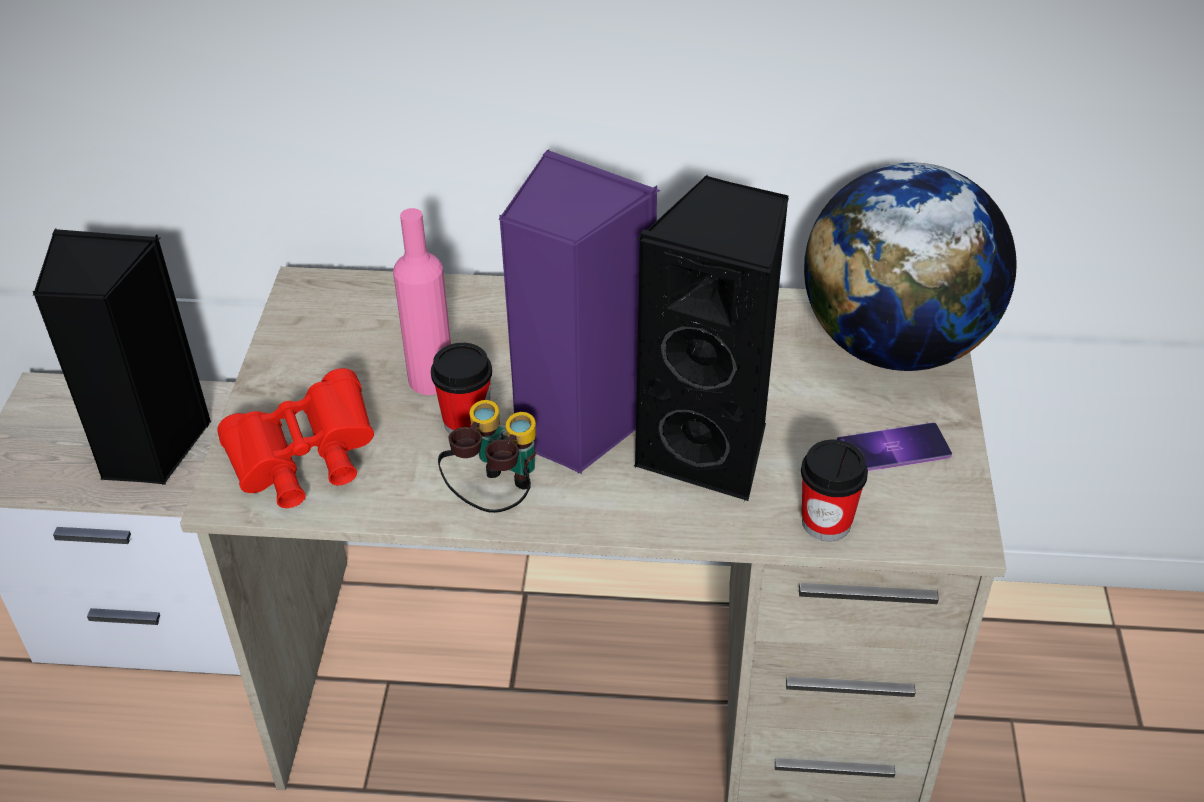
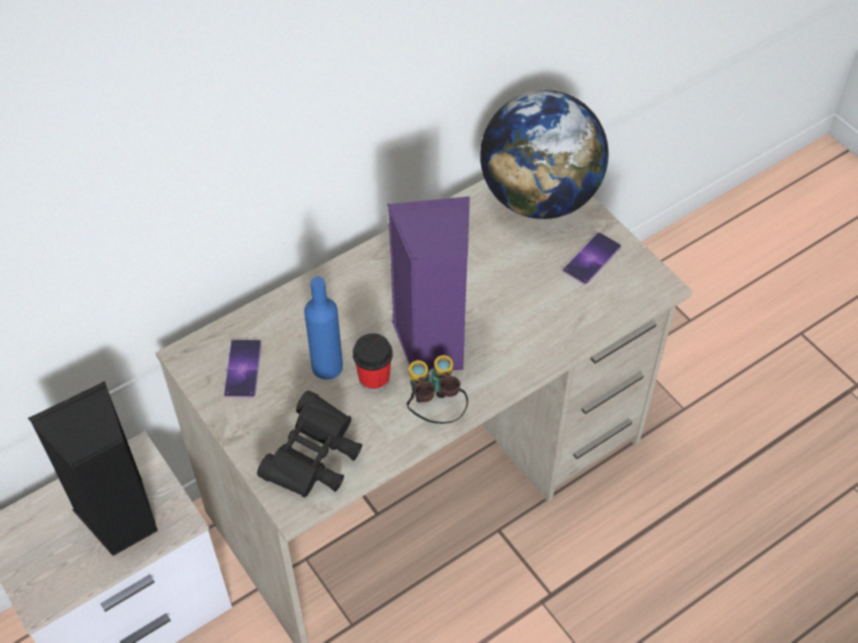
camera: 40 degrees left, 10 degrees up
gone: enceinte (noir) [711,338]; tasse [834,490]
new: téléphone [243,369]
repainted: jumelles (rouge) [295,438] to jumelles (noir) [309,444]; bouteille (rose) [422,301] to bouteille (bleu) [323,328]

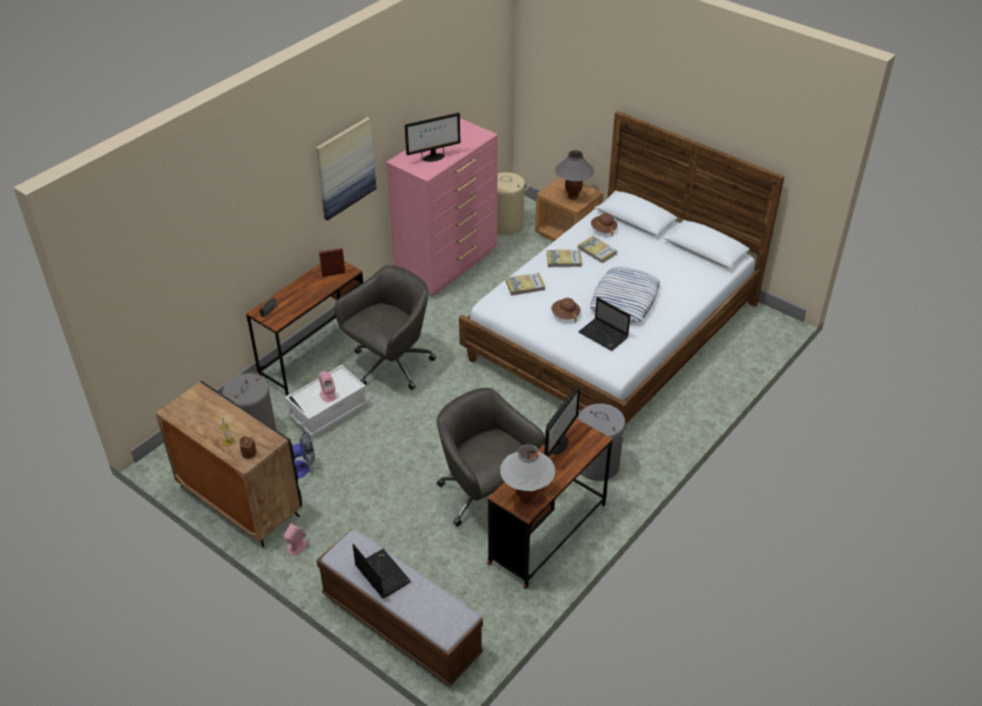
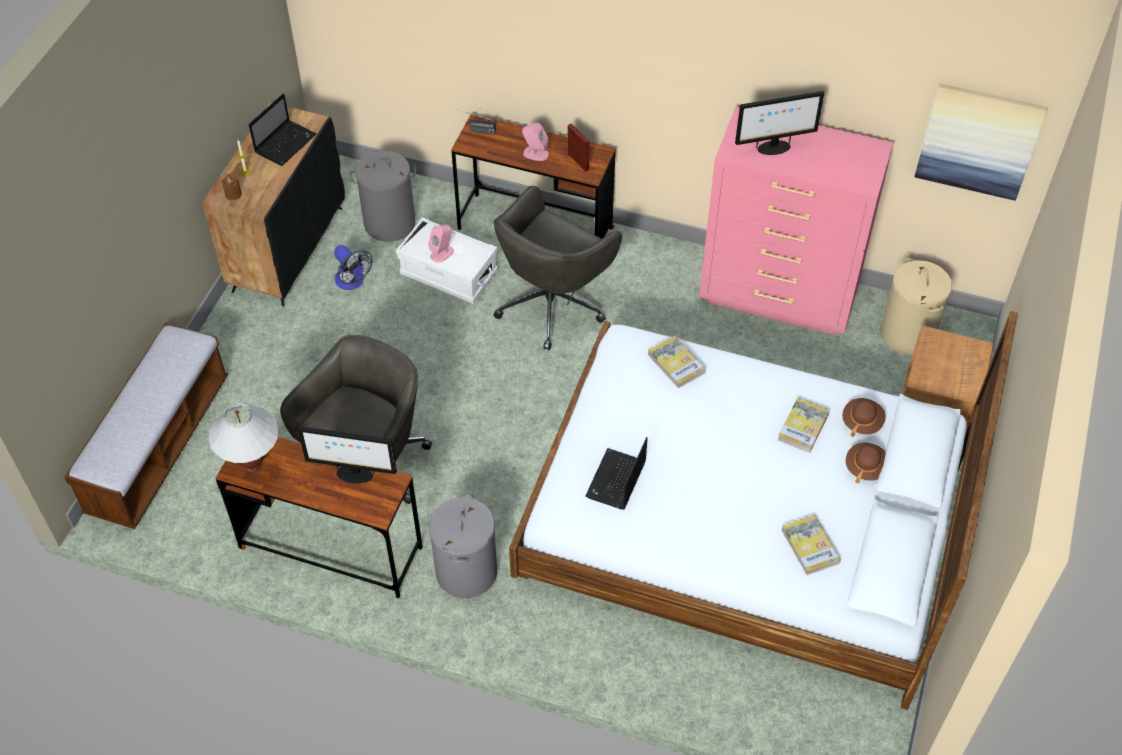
camera: 70 degrees right, 10 degrees up
gone: lampe de table (gris) [574,174]; coussin [625,295]
shifted: ordinateur portable [382,571] to [283,129]; enceinte (rose) [295,539] to [535,142]; livre [564,258] to [811,545]; chapeau (marron) [566,310] to [866,463]; tableau [346,169] to [981,142]
rotated: chaise de bureau (gris) [385,327] = [557,268] 105 degrees clockwise; écran d'ordinateur [433,137] = [779,123] 60 degrees counterclockwise

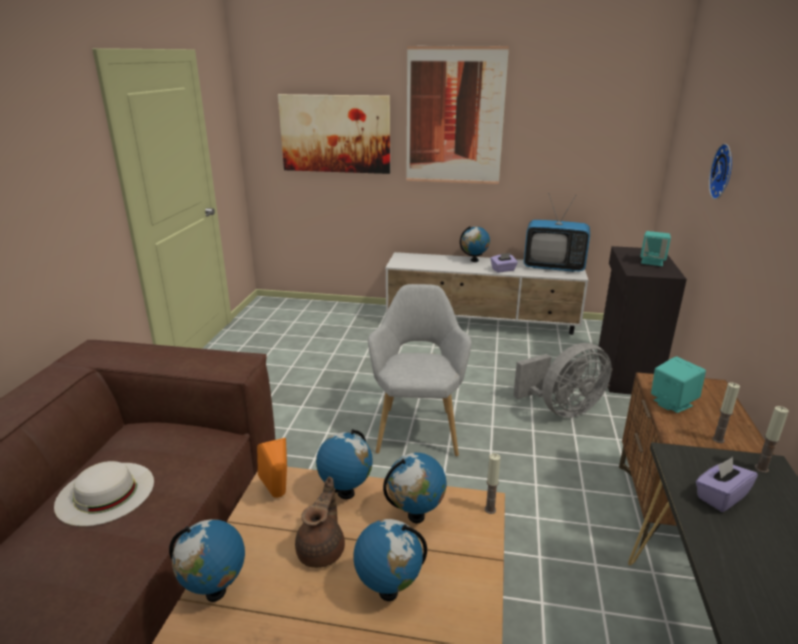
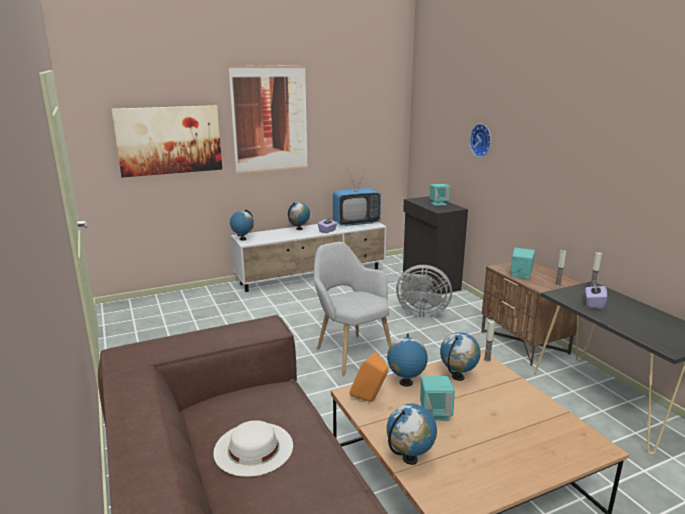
camera: 35 degrees left, 5 degrees down
shifted: globe [390,560] to [242,225]
swapped: théière (marron) [320,522] to enceinte (turquoise) [437,398]
rotated: ventilateur (gris) [562,380] = [424,291] 75 degrees clockwise

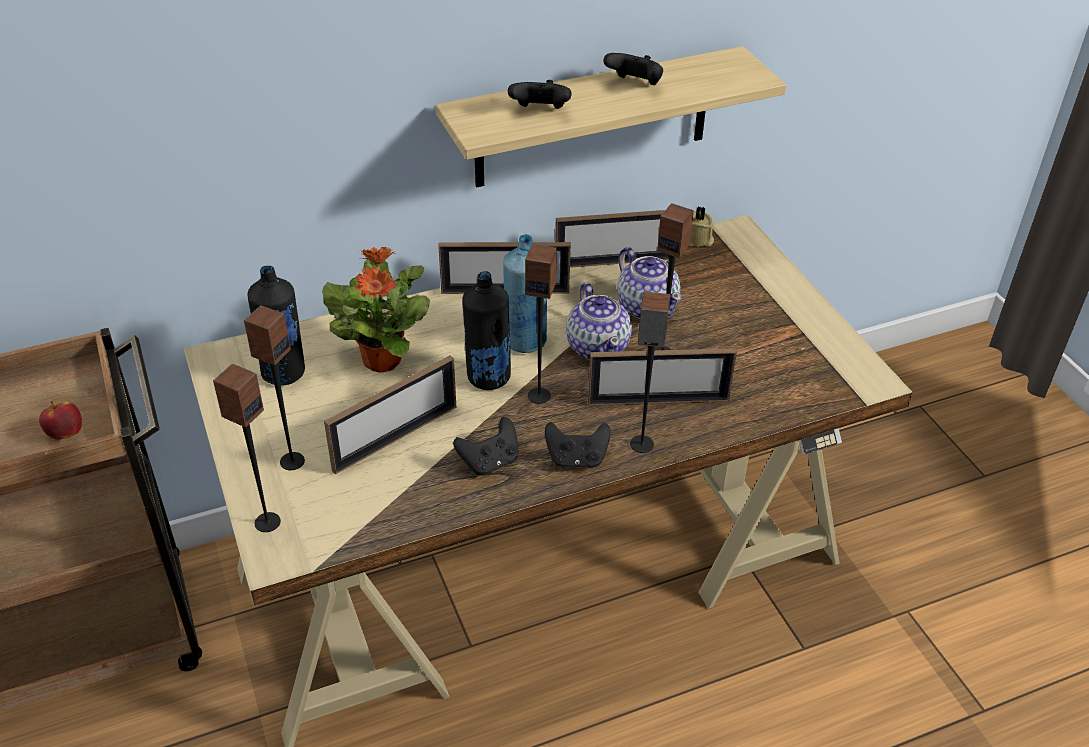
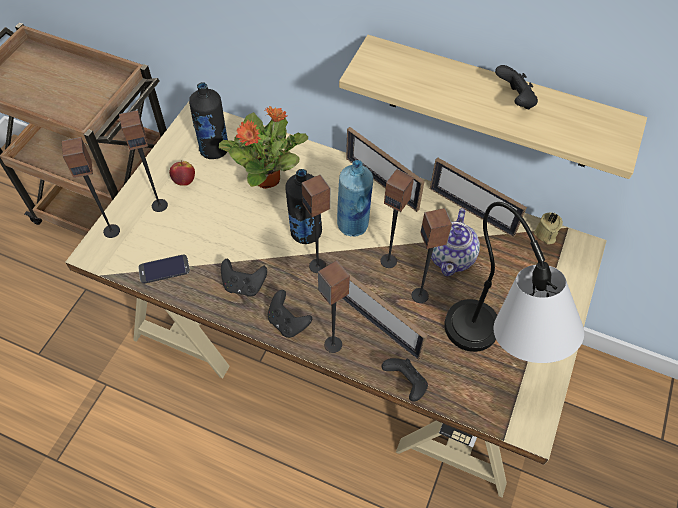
camera: 45 degrees right, 15 degrees up
gone: cadre photo [390,414]
new: téléphone [164,269]; lampe de table [514,282]
shifted: pomme [60,420] to [182,173]; manette (noir) [539,94] to [404,380]
swapped: théière [599,321] to enceinte [397,218]

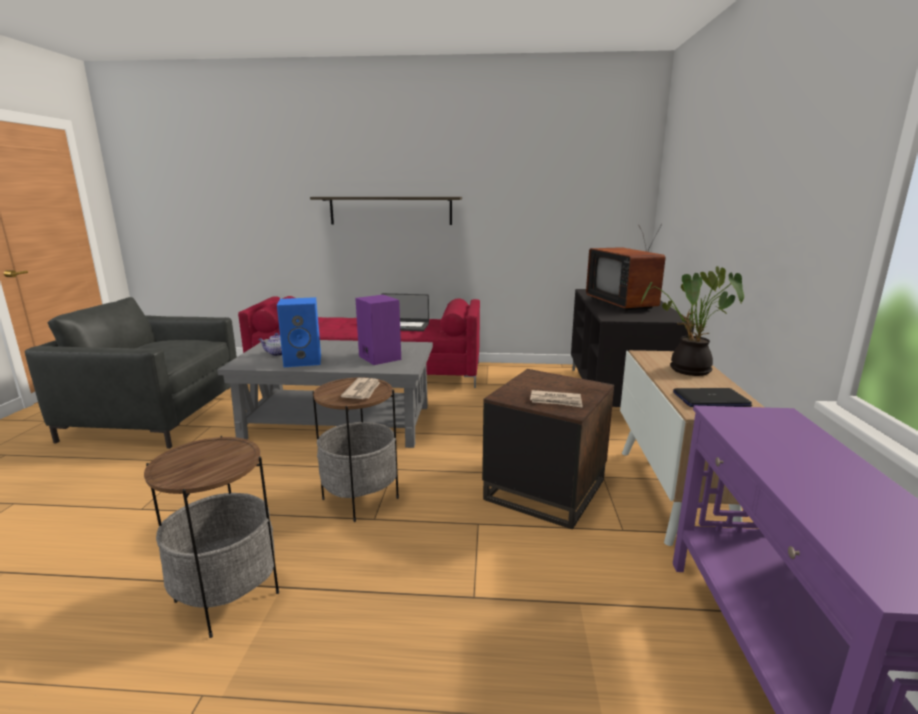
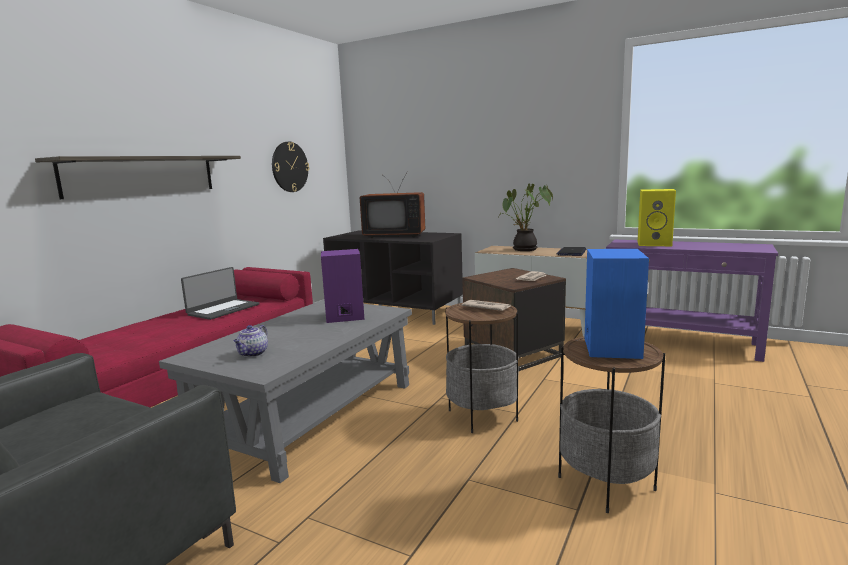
camera: 65 degrees left, 5 degrees down
new: horloge murale [290,167]; enceinte (jaune) [657,217]
shifted: enceinte (bleu) [299,332] to [617,304]

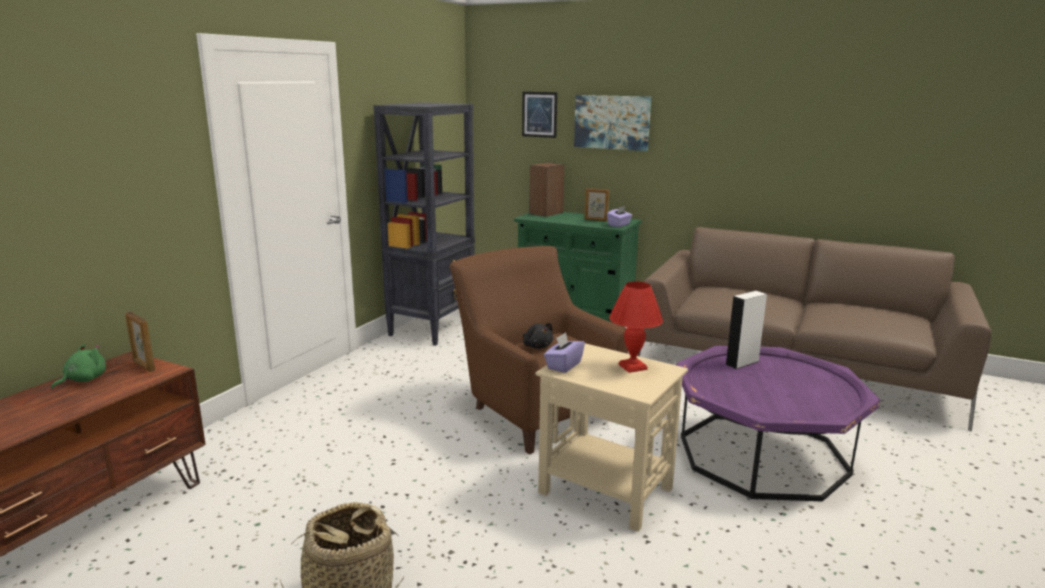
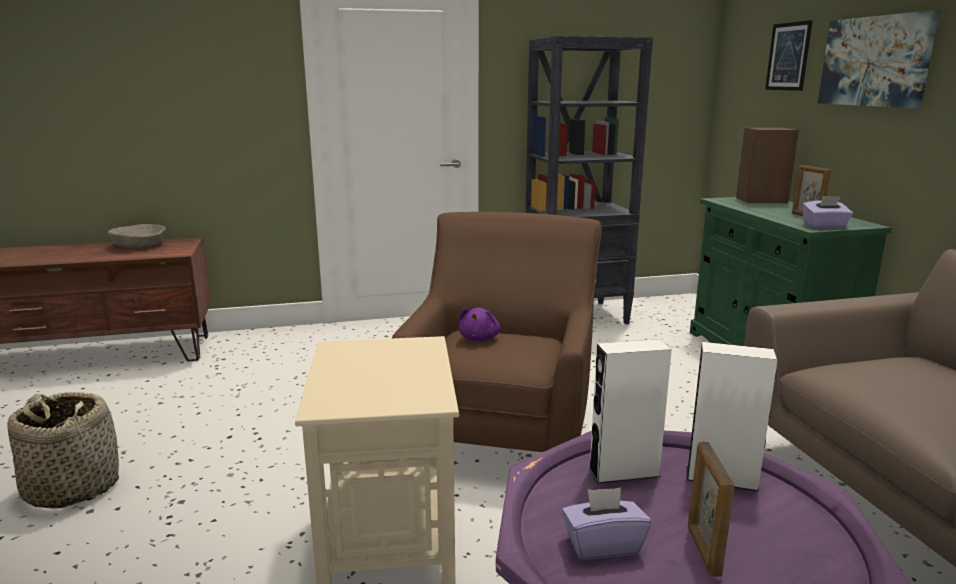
camera: 50 degrees right, 0 degrees up
gone: lampe de table (rouge) [636,327]
new: enceinte (blanc) [630,411]
shifted: boîte à mouchoirs (violet) [564,352] to [606,523]; cadre photo [140,342] to [711,509]
swapped: peluche (vert) [78,366] to bol (beige) [137,236]
repainted: peluche (noir) [538,336] to peluche (violet) [480,324]

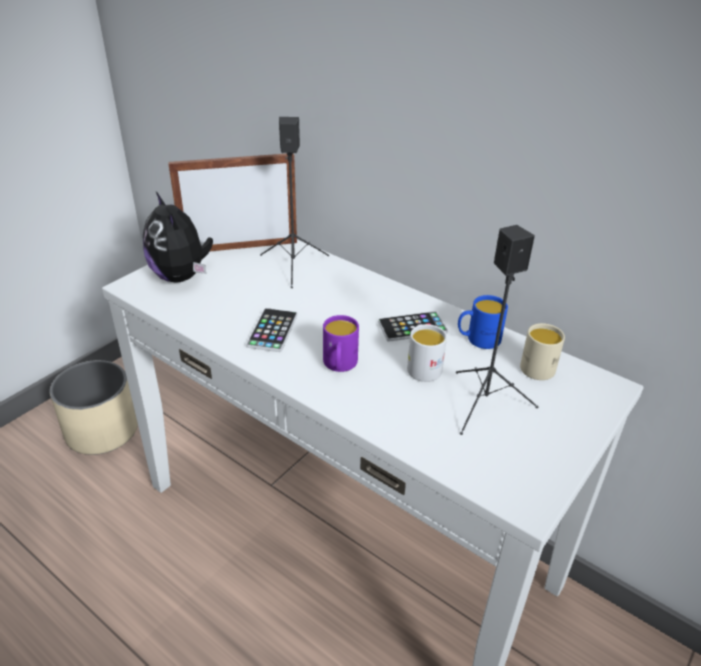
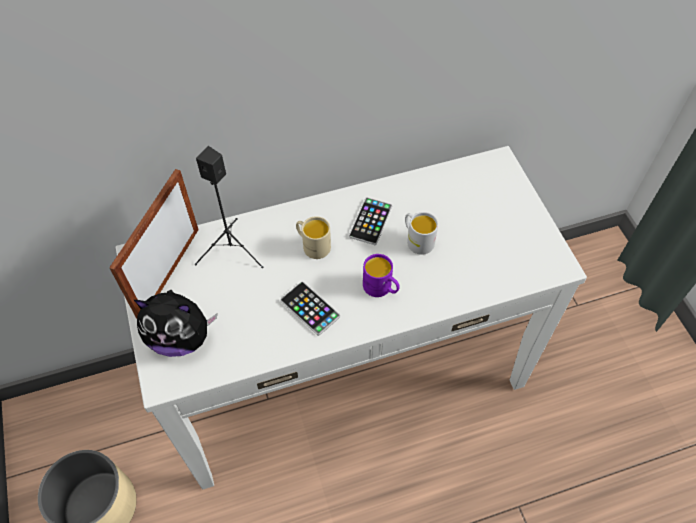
camera: 55 degrees left, 20 degrees up
gone: enceinte (noir) [497,330]; mug (bleu) [483,322]
shifted: mug (beige) [542,351] to [313,237]

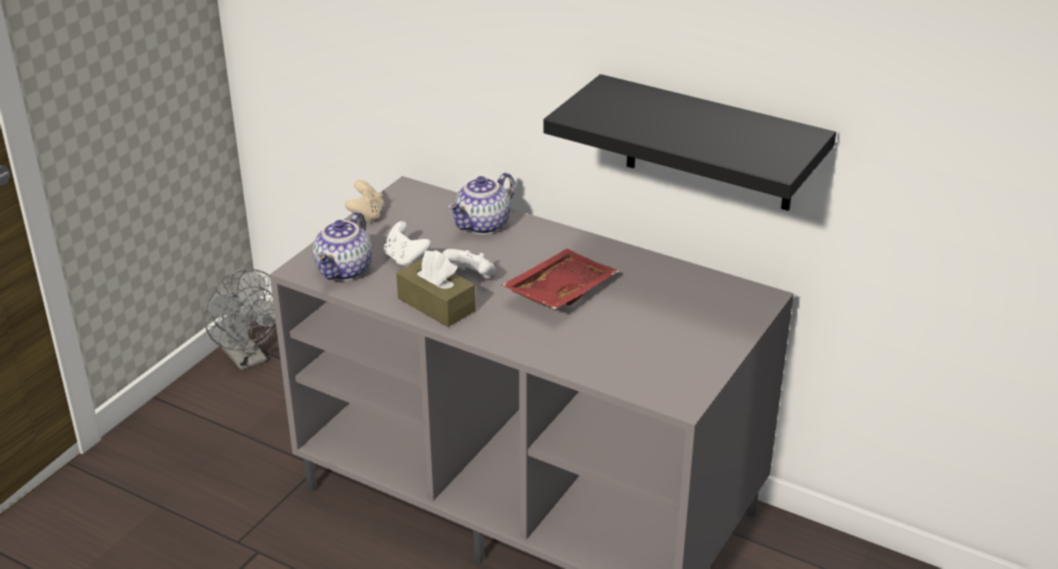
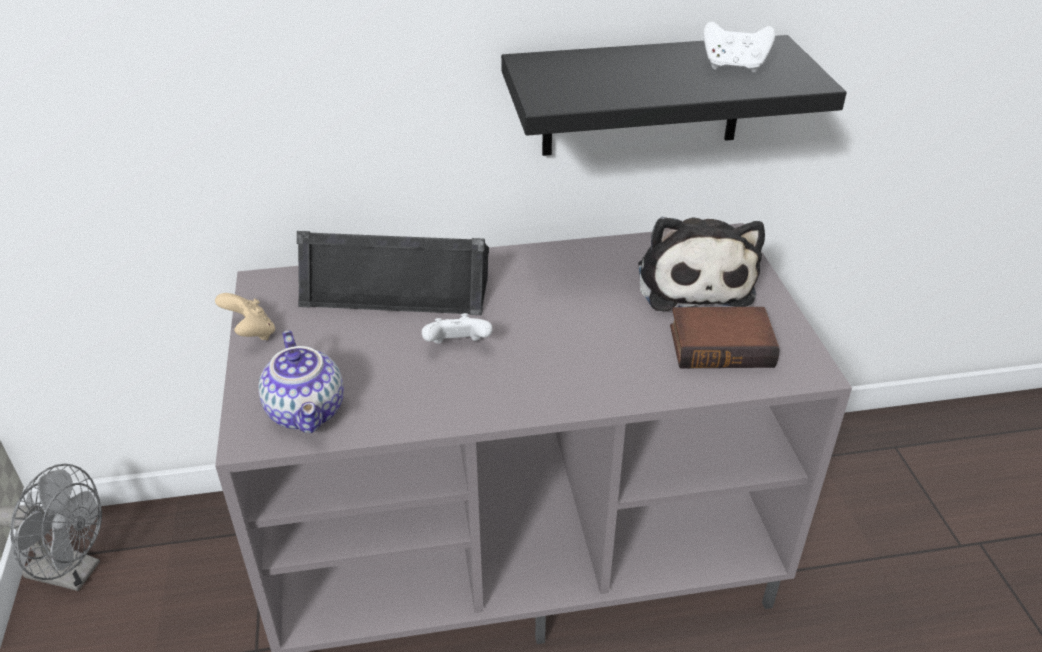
camera: 40 degrees left, 5 degrees up
gone: boîte à mouchoirs (marron) [436,288]; plateau (rouge) [560,279]
new: peluche [701,264]; livre [725,338]
shifted: manette (blanc) [407,244] to [739,47]
swapped: théière [481,203] to enceinte (noir) [393,273]

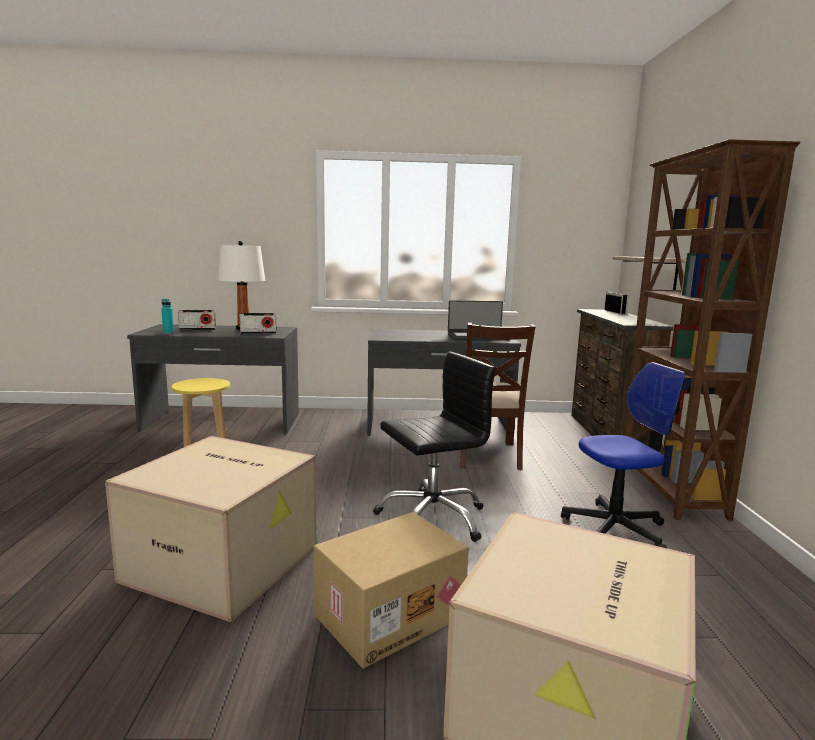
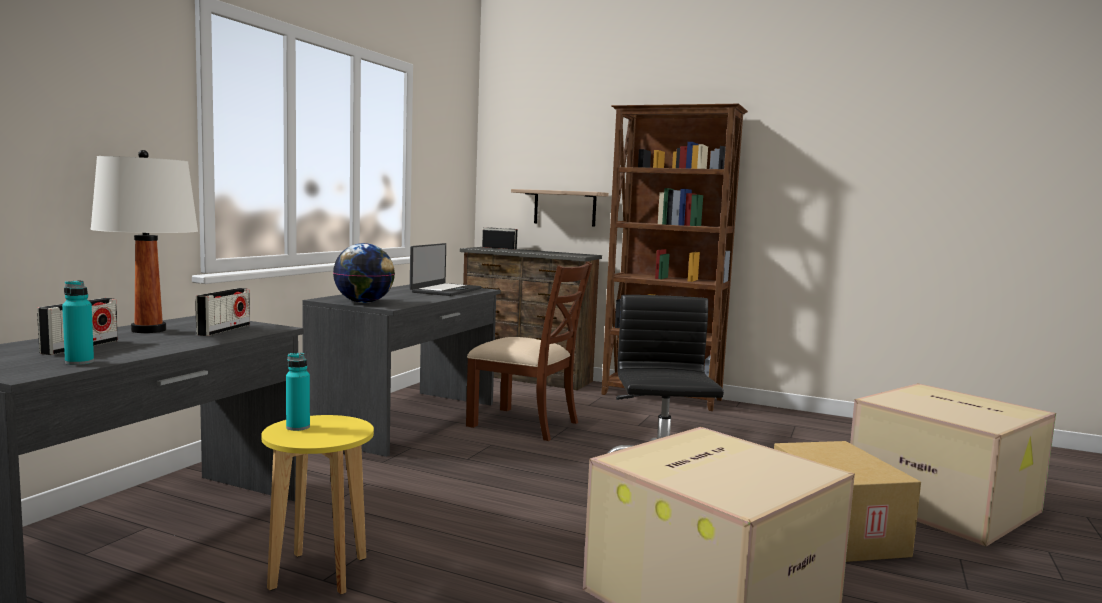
camera: 65 degrees left, 5 degrees down
gone: chaise de bureau [623,455]
new: bouteille (turquoise) [298,392]; globe [364,273]

